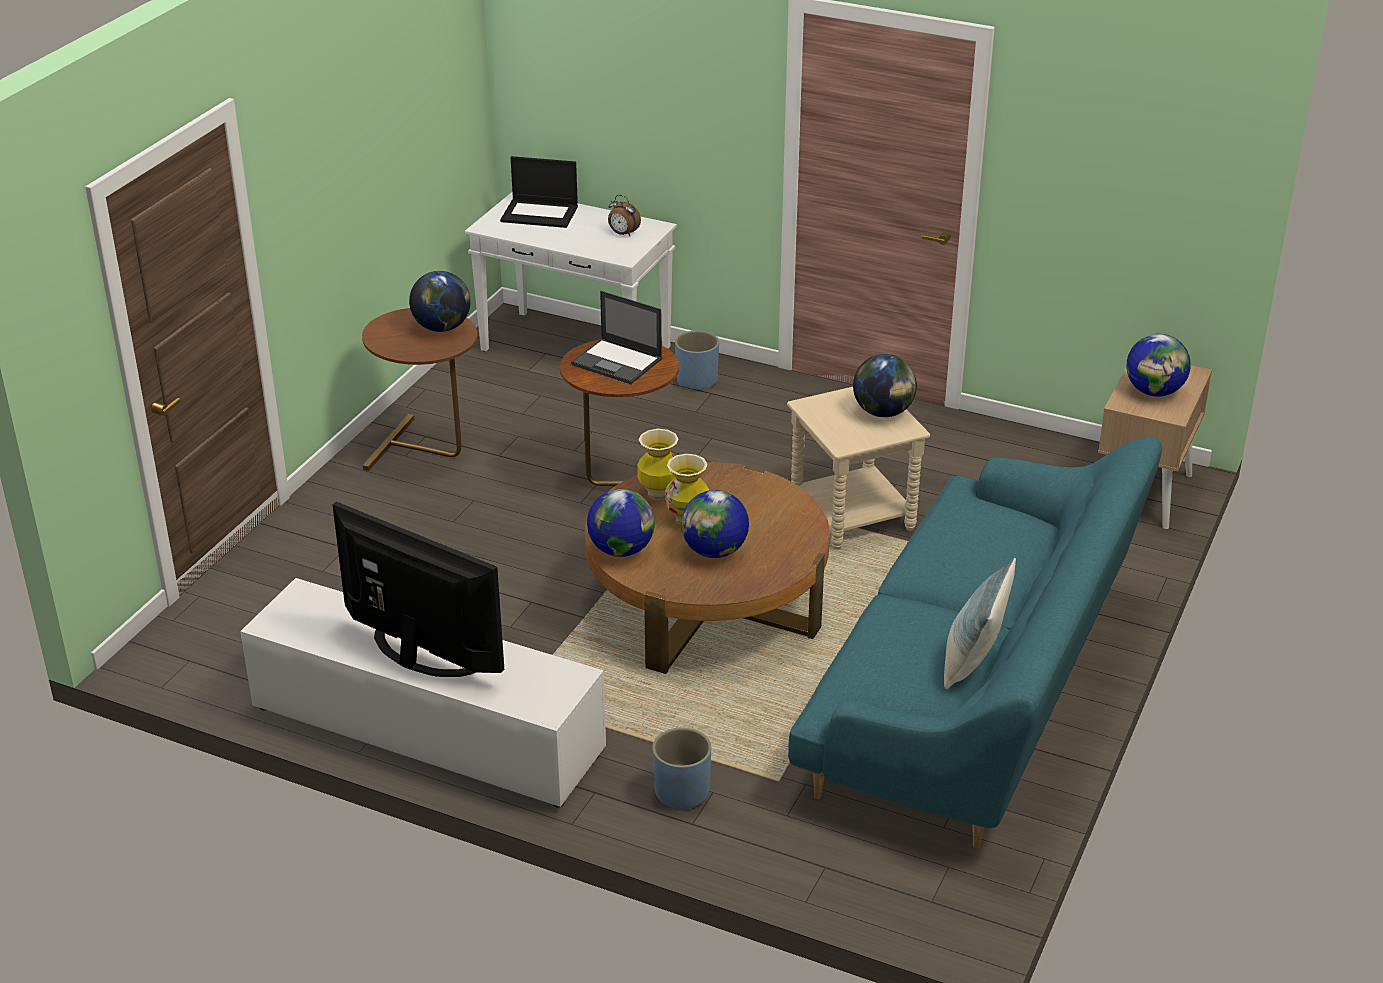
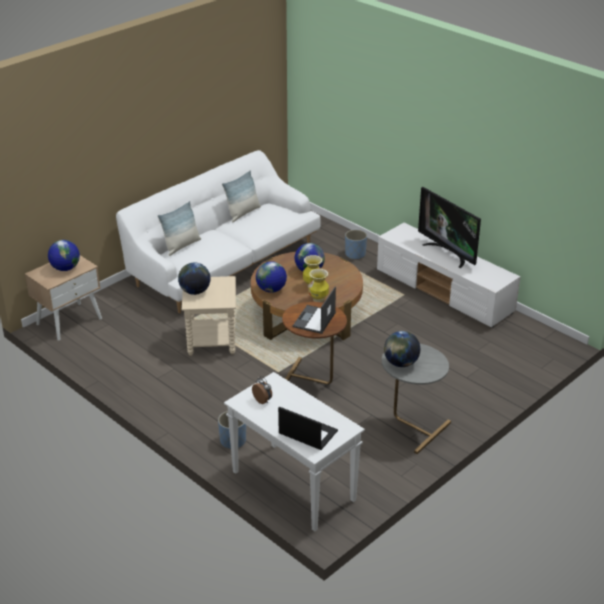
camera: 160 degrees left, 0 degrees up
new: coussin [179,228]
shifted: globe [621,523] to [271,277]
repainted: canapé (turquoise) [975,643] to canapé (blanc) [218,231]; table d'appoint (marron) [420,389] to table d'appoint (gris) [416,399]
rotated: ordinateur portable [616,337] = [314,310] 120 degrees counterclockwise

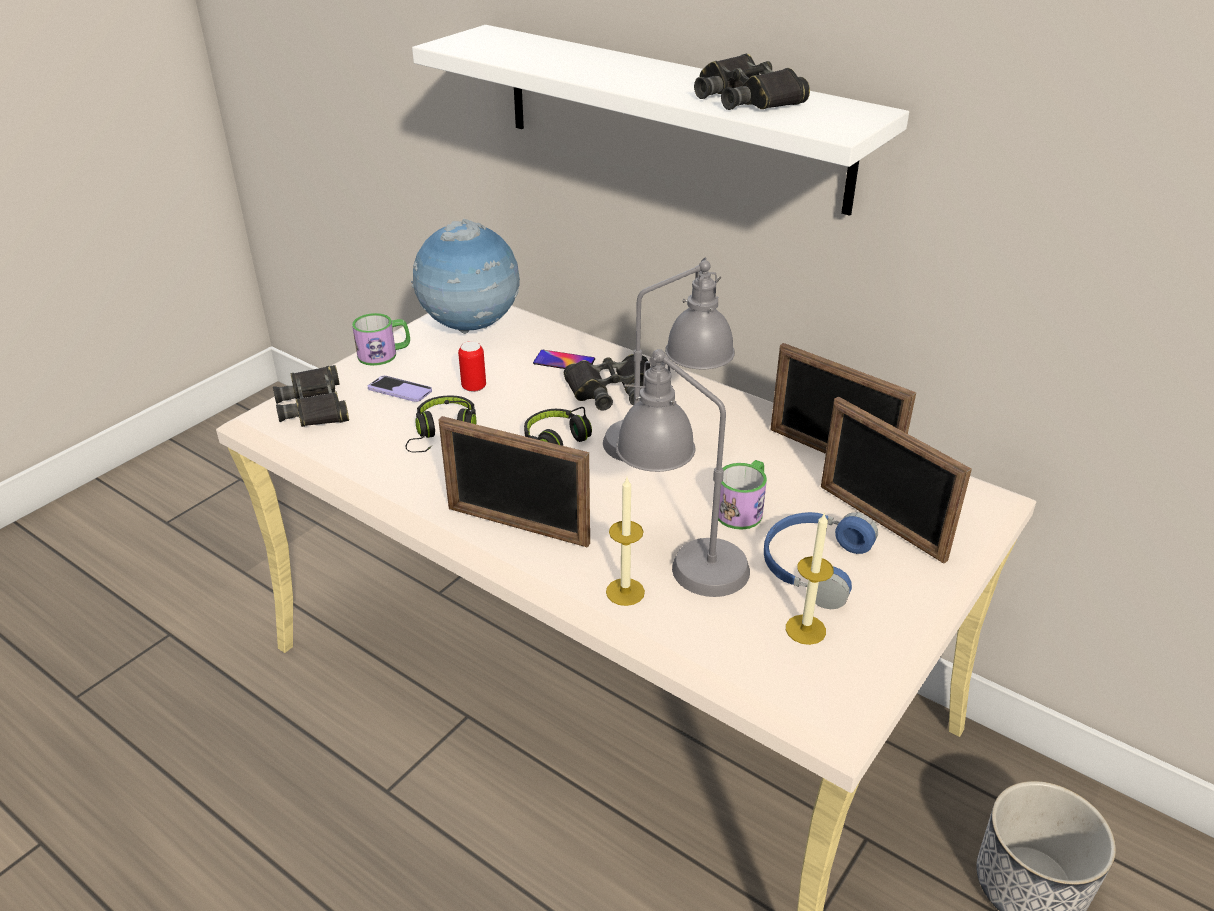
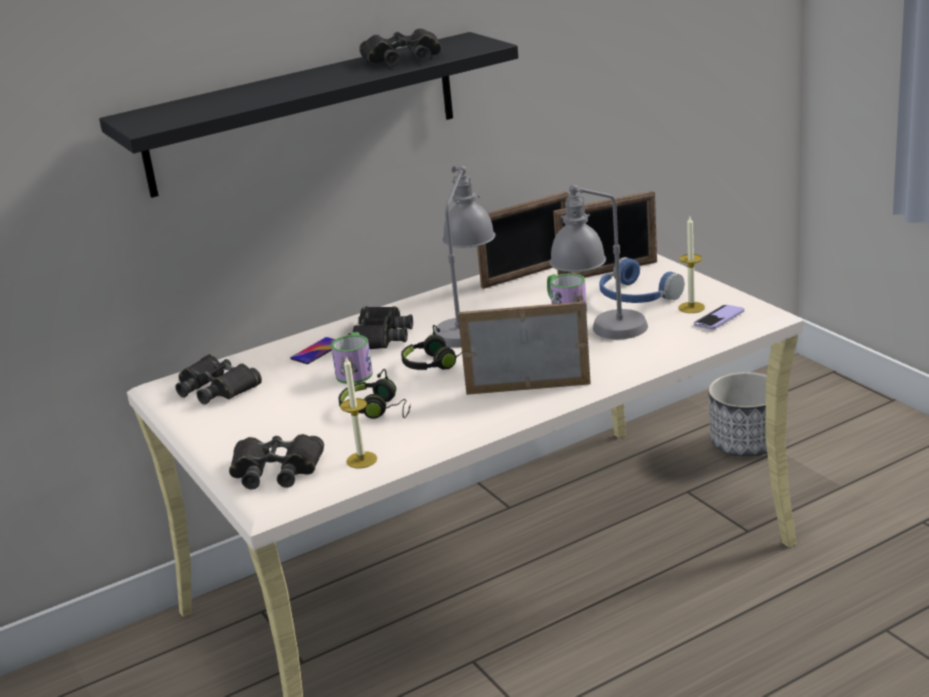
camera: 65 degrees left, 10 degrees down
gone: boîte métallique [472,366]
shifted: mug [381,339] to [352,358]; bougie [625,542] to [358,412]; téléphone [400,389] to [719,317]
swapped: globe [465,276] to jumelles (noir) [218,379]
repainted: étagère (blanc) [660,120] to étagère (noir) [308,115]
rotated: cadre photo [514,482] = [524,348] 135 degrees counterclockwise

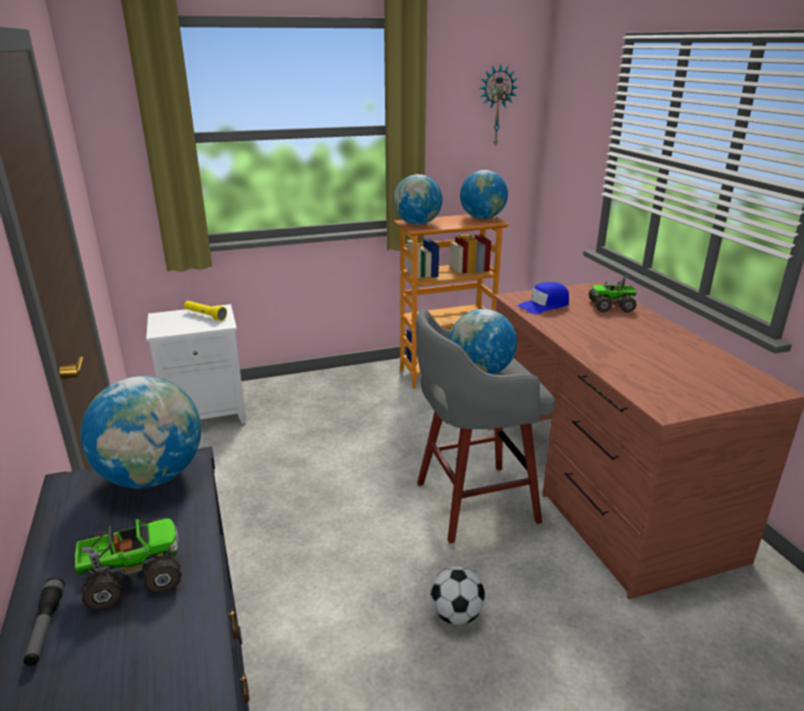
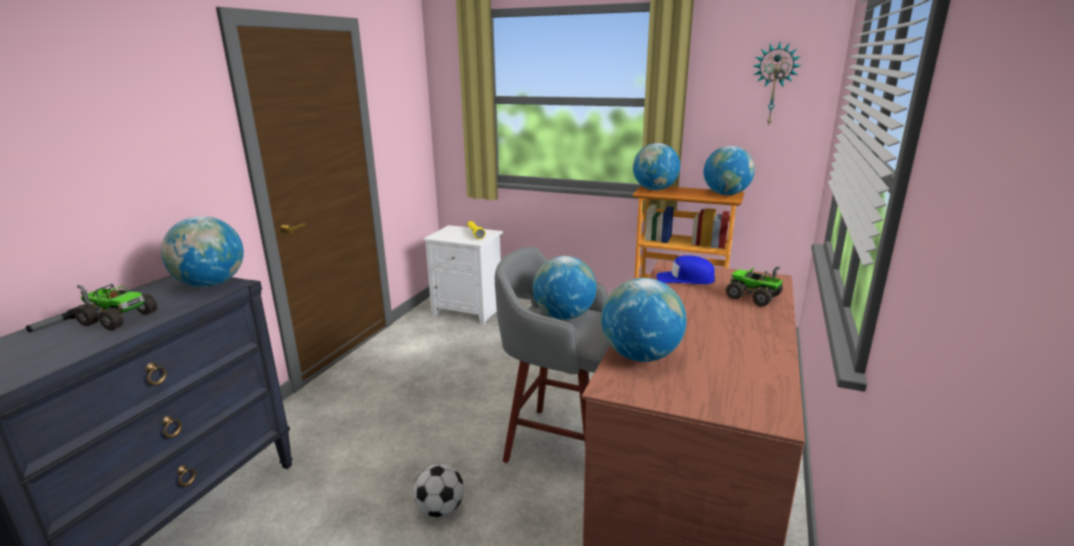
camera: 40 degrees right, 5 degrees down
new: globe [644,320]

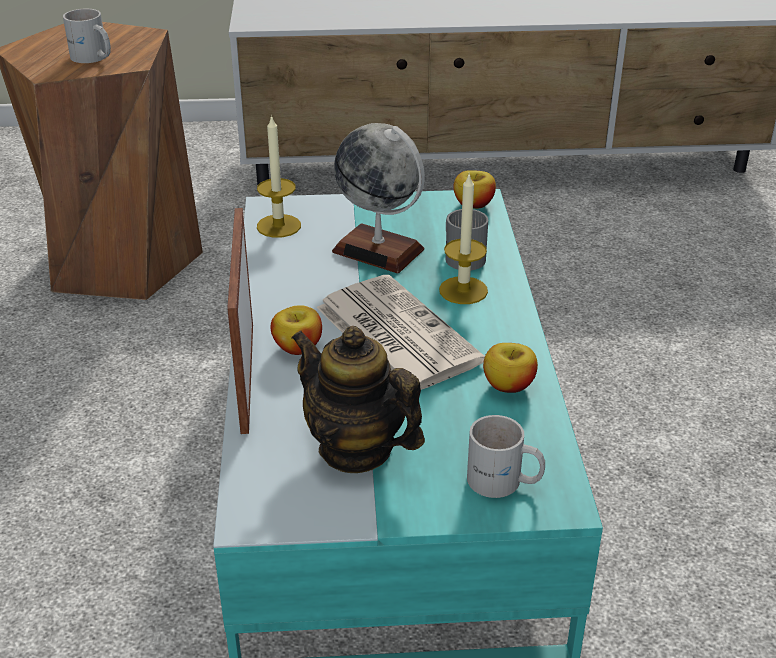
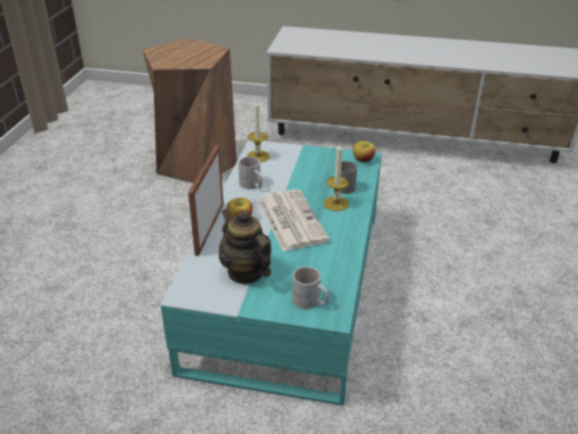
camera: 15 degrees right, 0 degrees up
gone: globe [378,198]; pomme [510,368]
shifted: mug (blanc) [87,36] to [250,173]

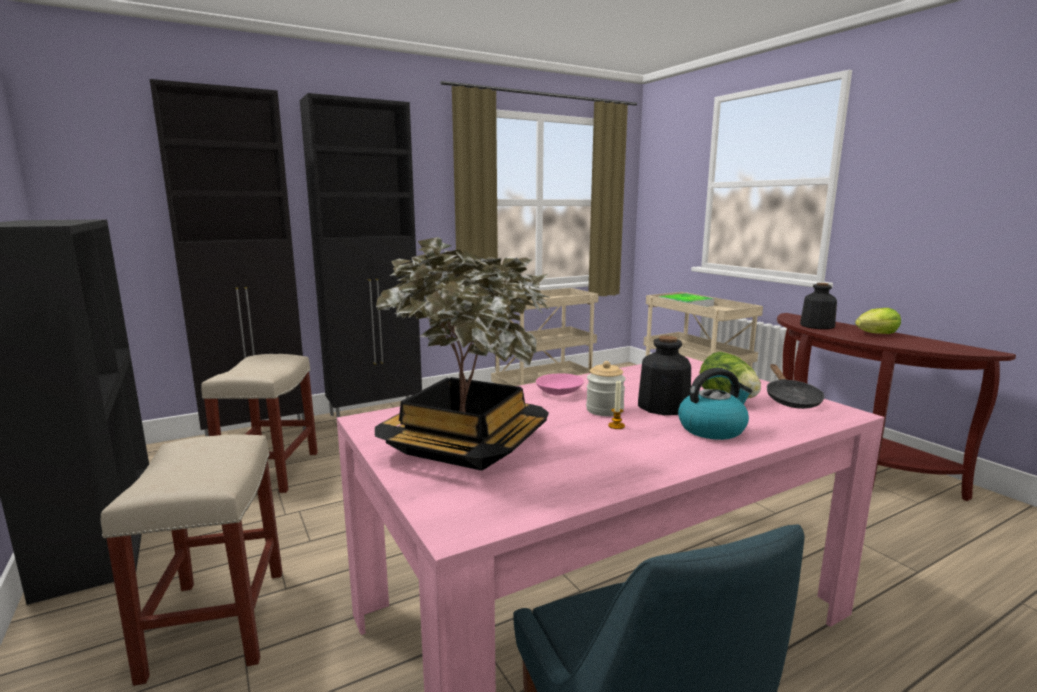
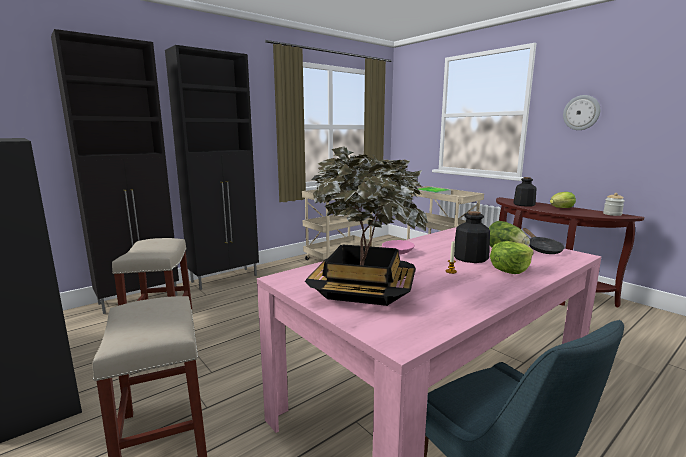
camera: 10 degrees left, 0 degrees up
new: horloge murale [581,112]
shifted: bocal [606,388] to [614,204]
swapped: bouilloire [715,404] to laitue [512,257]

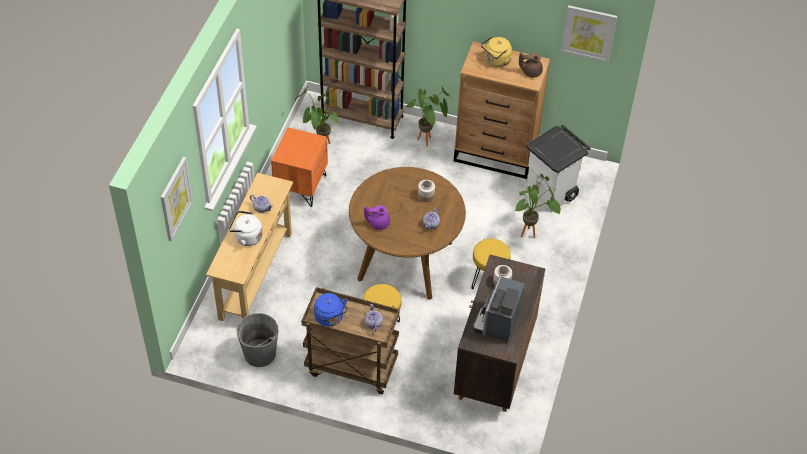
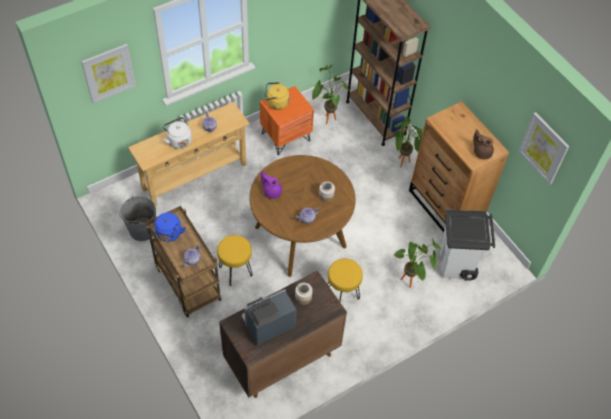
camera: 40 degrees right, 5 degrees up
shifted: bouilloire (jaune) [496,51] to [277,96]

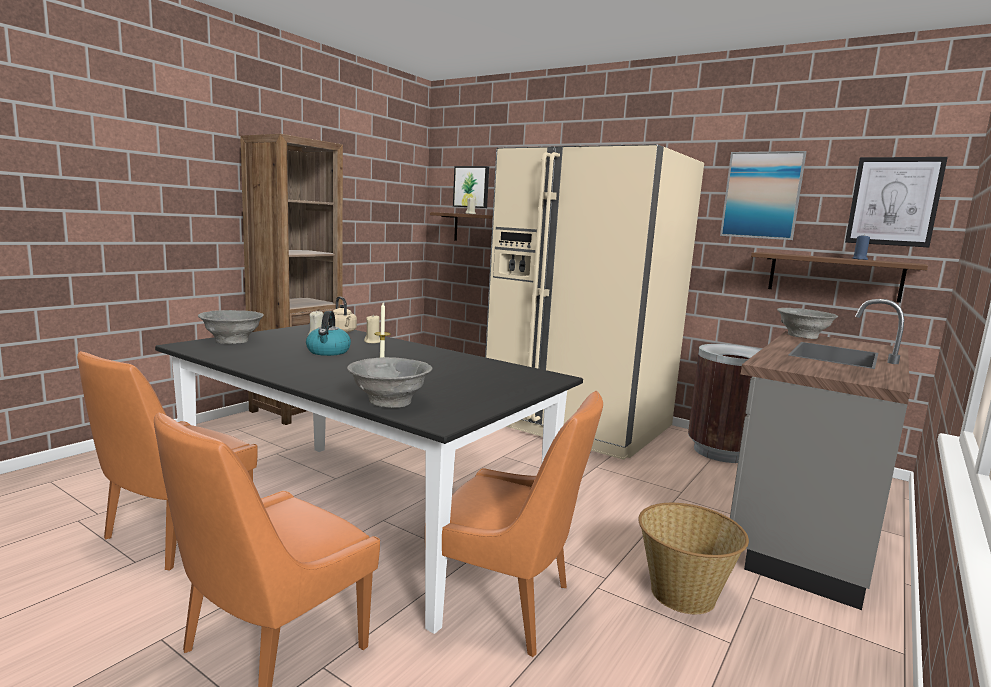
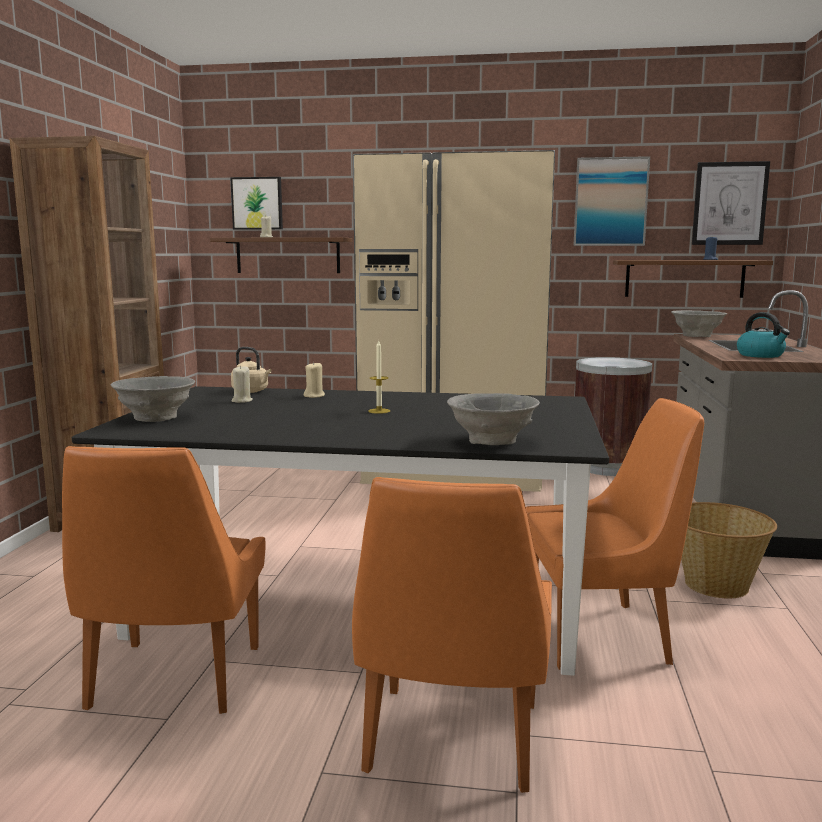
camera: 25 degrees left, 0 degrees up
shifted: bouilloire [328,333] to [763,335]

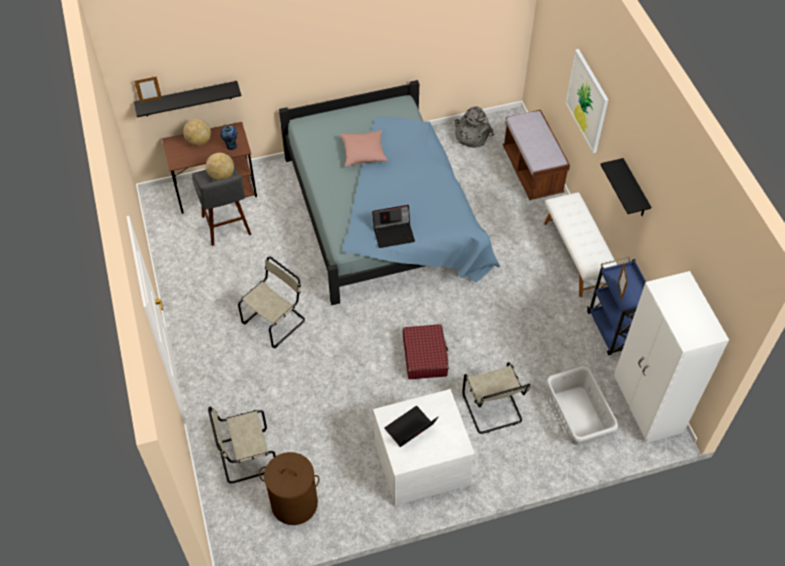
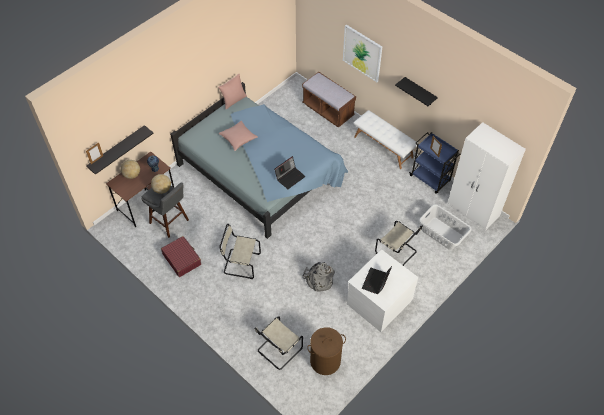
camera: 30 degrees left, 0 degrees up
new: coussin (rose) [232,91]
shifted: valise (rouge) [426,351] to [181,256]; sac à dos (gris) [474,127] to [319,277]
rotated: chaise (beige) [271,302] = [240,251] 90 degrees counterclockwise

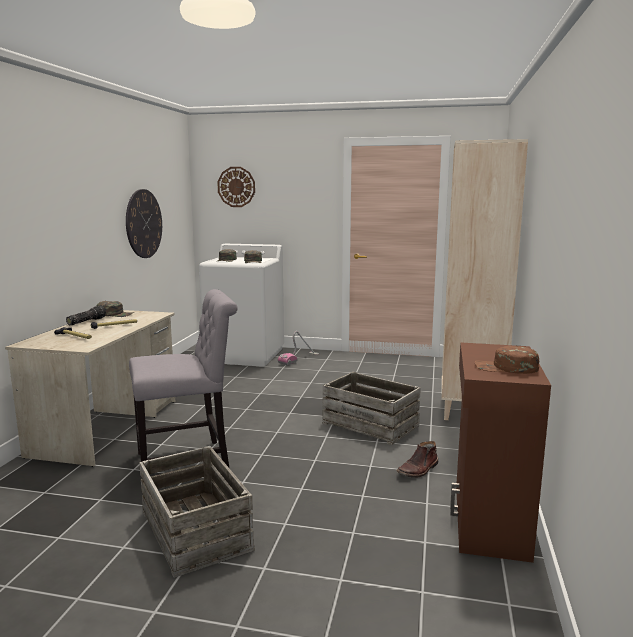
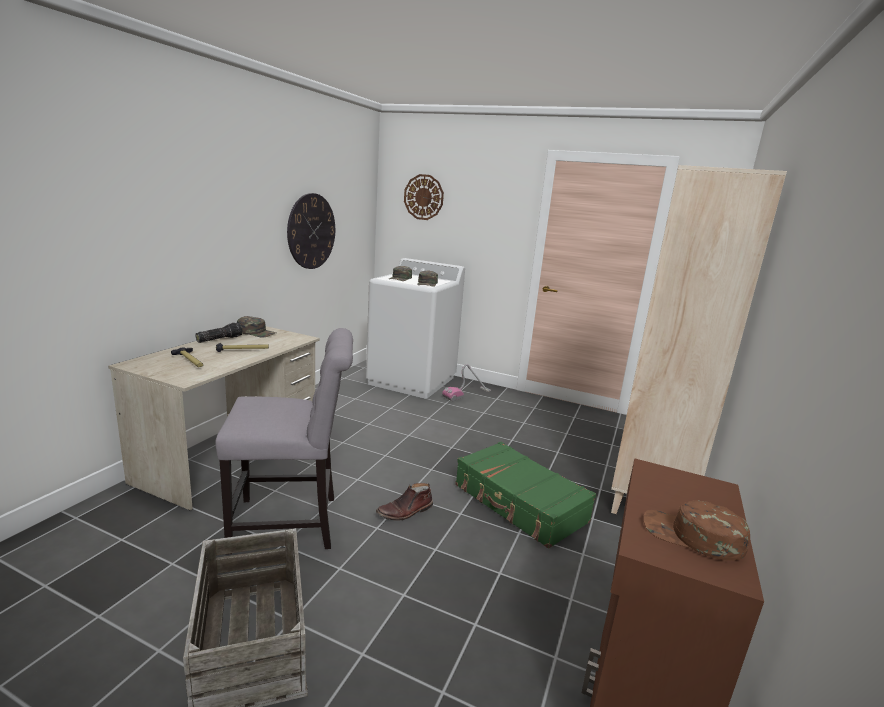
camera: 10 degrees right, 5 degrees up
shifted: botte (marron) [417,459] to [404,502]
swapped: caisse [371,408] to valise (vert) [525,495]

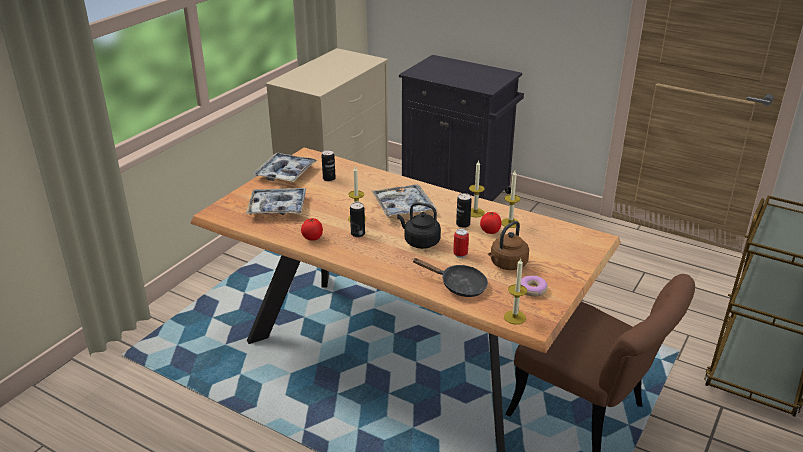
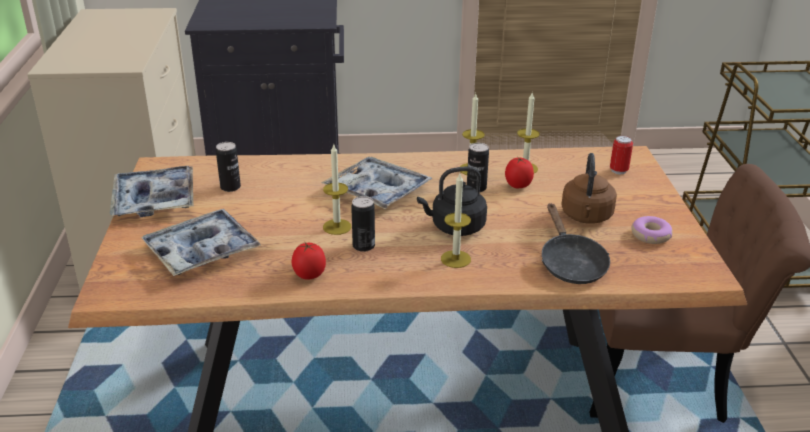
camera: 35 degrees left, 0 degrees up
shifted: bougie [515,291] to [456,221]; boîte métallique [461,243] to [621,155]
rotated: poêle (noir) [450,277] = [576,243] 90 degrees clockwise

